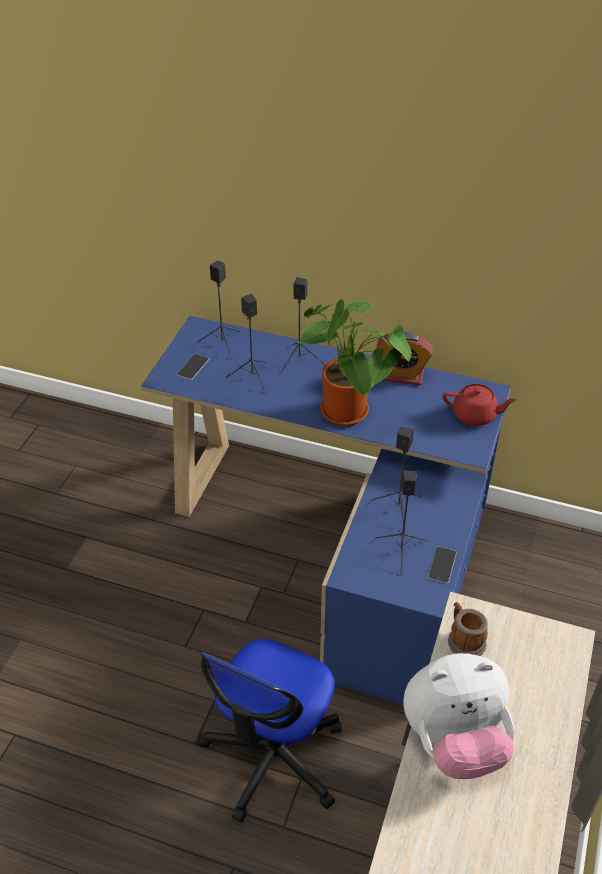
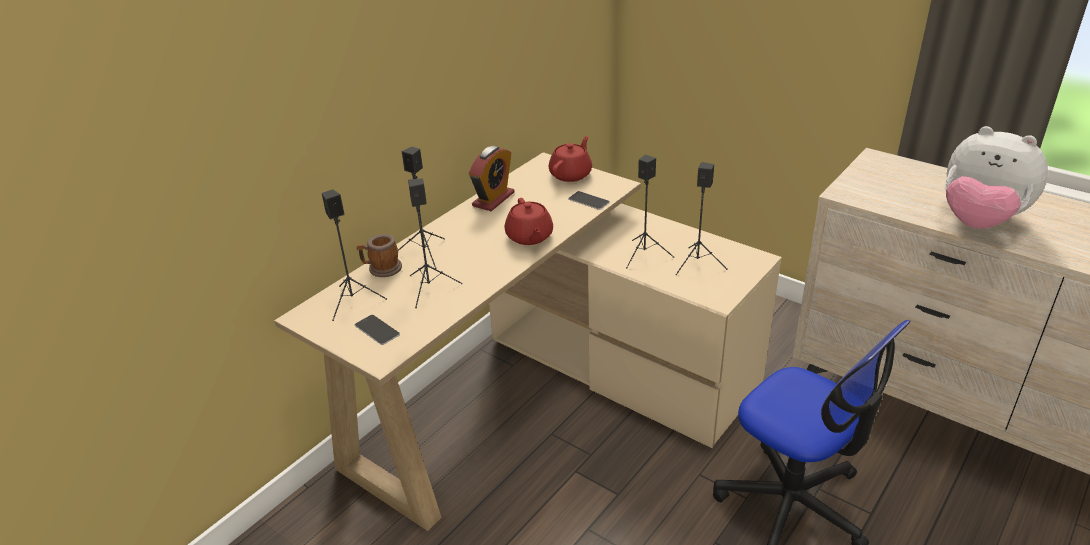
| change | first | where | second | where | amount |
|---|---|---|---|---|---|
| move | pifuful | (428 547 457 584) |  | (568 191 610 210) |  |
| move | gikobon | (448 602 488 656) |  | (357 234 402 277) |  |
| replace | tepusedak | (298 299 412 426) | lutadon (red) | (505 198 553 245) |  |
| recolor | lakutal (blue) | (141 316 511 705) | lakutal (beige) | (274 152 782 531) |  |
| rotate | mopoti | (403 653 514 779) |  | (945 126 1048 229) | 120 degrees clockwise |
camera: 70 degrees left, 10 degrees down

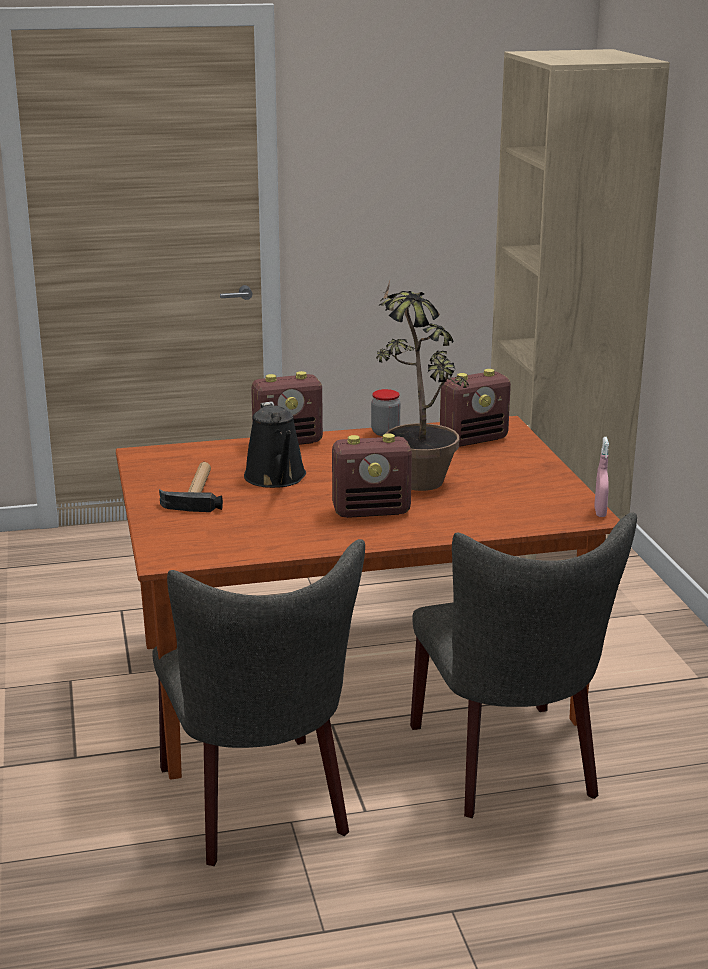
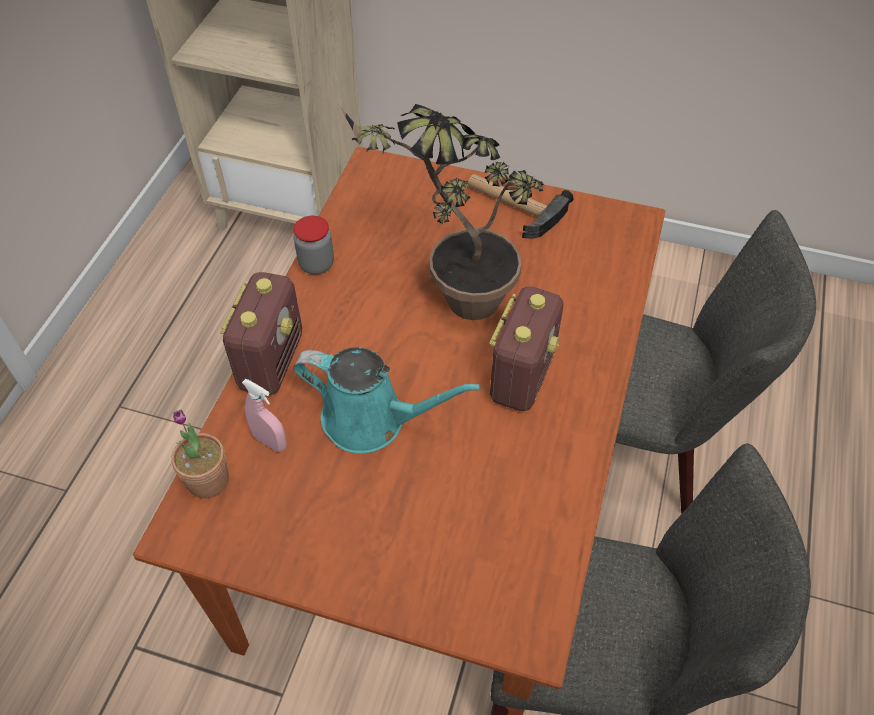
| change | first | where | second | where | amount |
|---|---|---|---|---|---|
| delete | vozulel | (440 369 511 447) |  |  |  |
| insert |  |  | tepusedak | (171 409 229 498) |  |
| move | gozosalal | (159 462 223 512) |  | (468 174 573 239) |  |
| move | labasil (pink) | (594 437 609 517) |  | (242 379 287 452) |  |
| recolor | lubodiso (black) | (244 401 306 488) | lubodiso (turquoise) | (293 347 481 454) |  |
camera: 60 degrees left, 30 degrees up

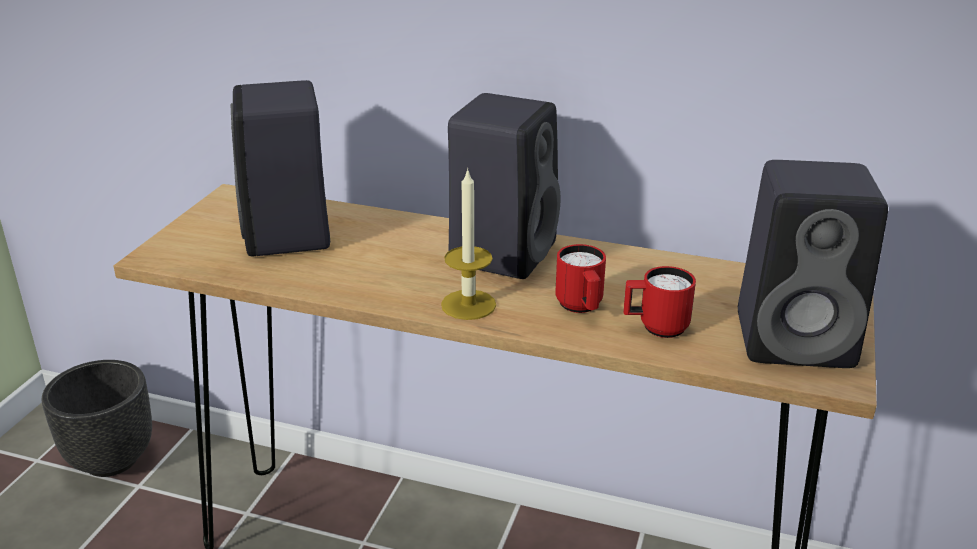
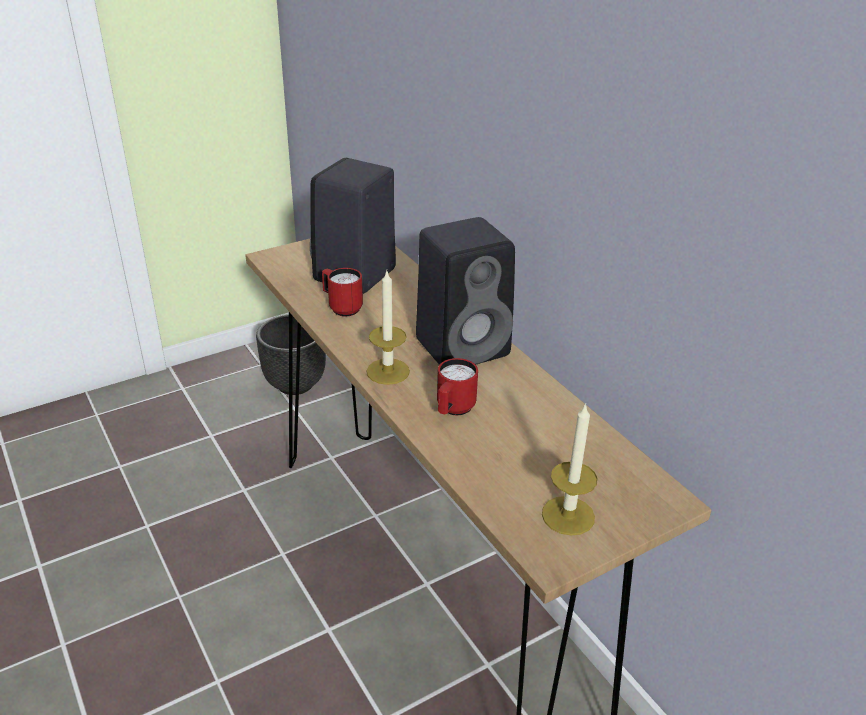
| change | first | where | second | where | amount |
|---|---|---|---|---|---|
| move | gikobon (red) | (624 266 696 338) |  | (322 268 363 316) |  |
| replace | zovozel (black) | (738 160 888 368) | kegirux | (542 403 598 536) |  |
camera: 40 degrees right, 5 degrees up

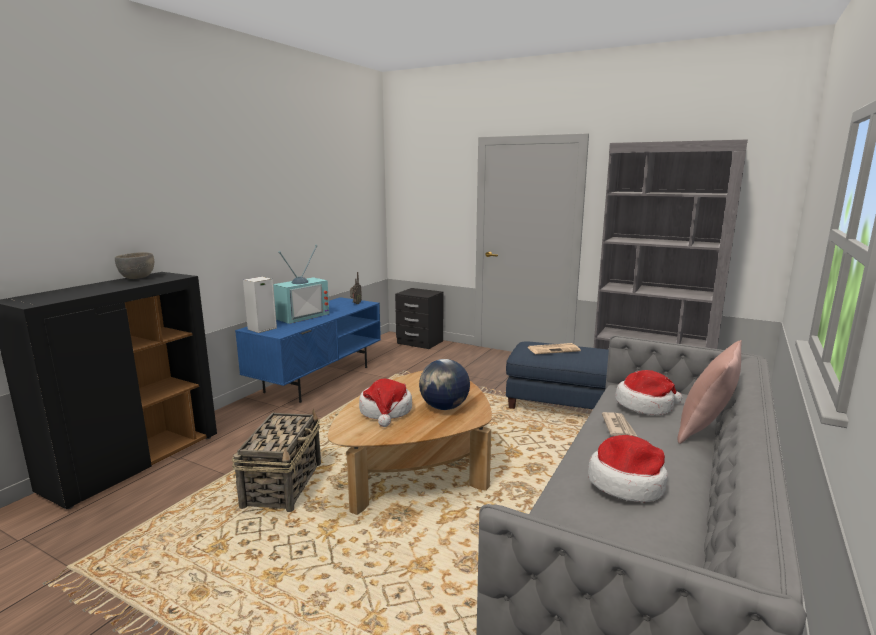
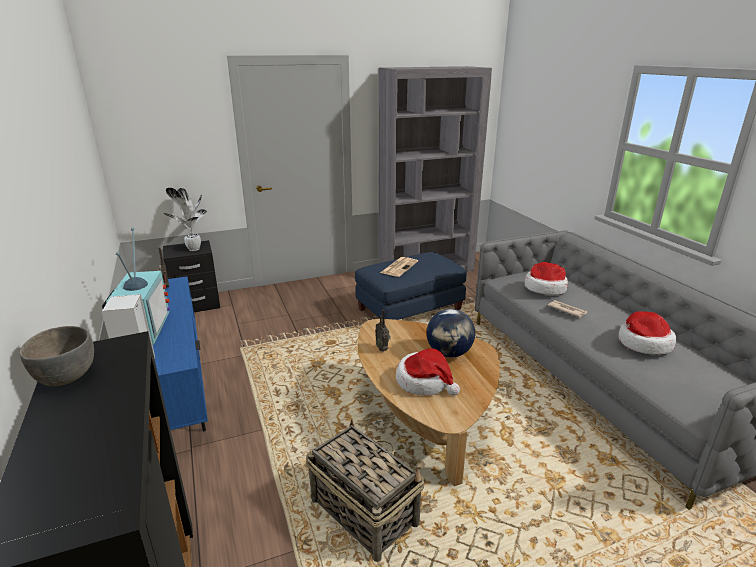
| change | first | where | second | where | amount |
|---|---|---|---|---|---|
| delete | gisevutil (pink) | (677 340 742 444) |  |  |  |
| insert |  |  | tepusedak | (164 188 207 251) |  |
| insert |  |  | vozulel | (375 310 391 351) |  |
camera: 50 degrees left, 10 degrees up

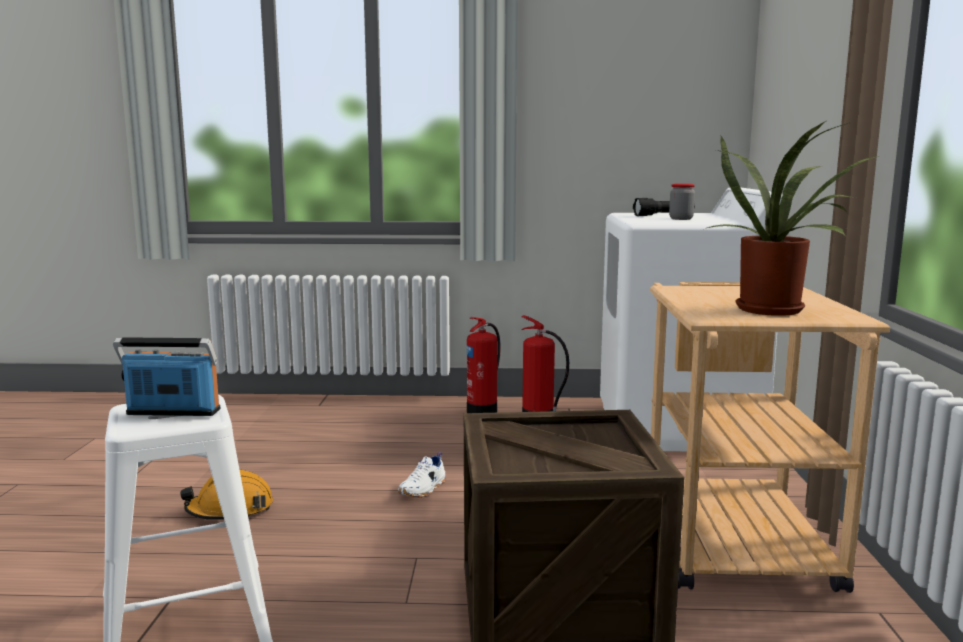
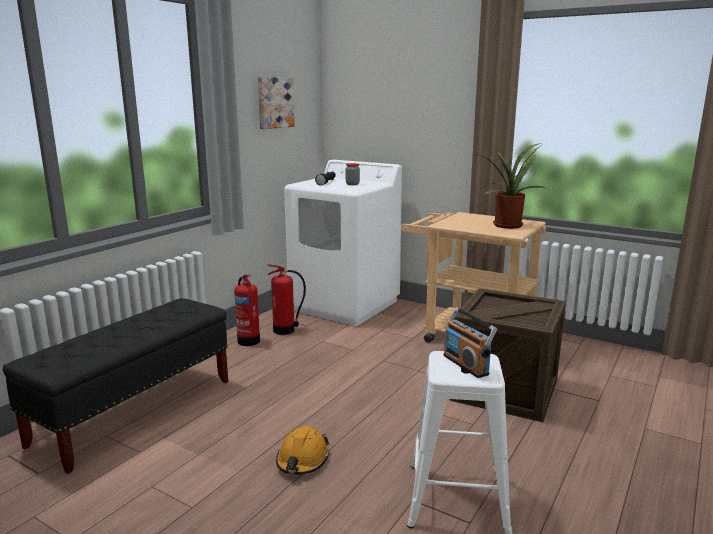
| change | first | where | second | where | amount |
|---|---|---|---|---|---|
| delete | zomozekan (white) | (398 452 446 498) |  |  |  |
| insert |  |  | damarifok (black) | (3 298 228 474) |  |
| insert |  |  | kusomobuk | (257 77 295 129) |  |
| rotate | vozulel | (113 338 220 416) |  | (443 307 497 378) | 60 degrees counterclockwise |
camera: 60 degrees left, 5 degrees up

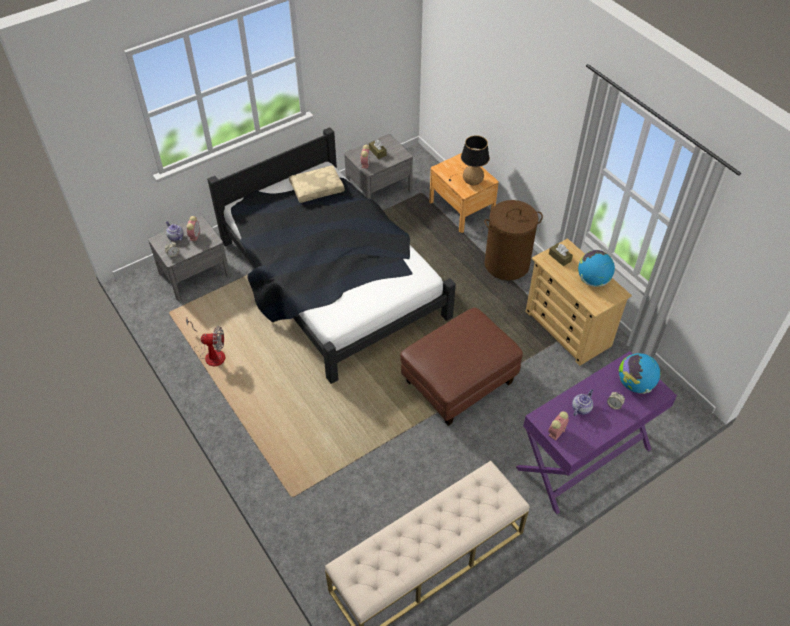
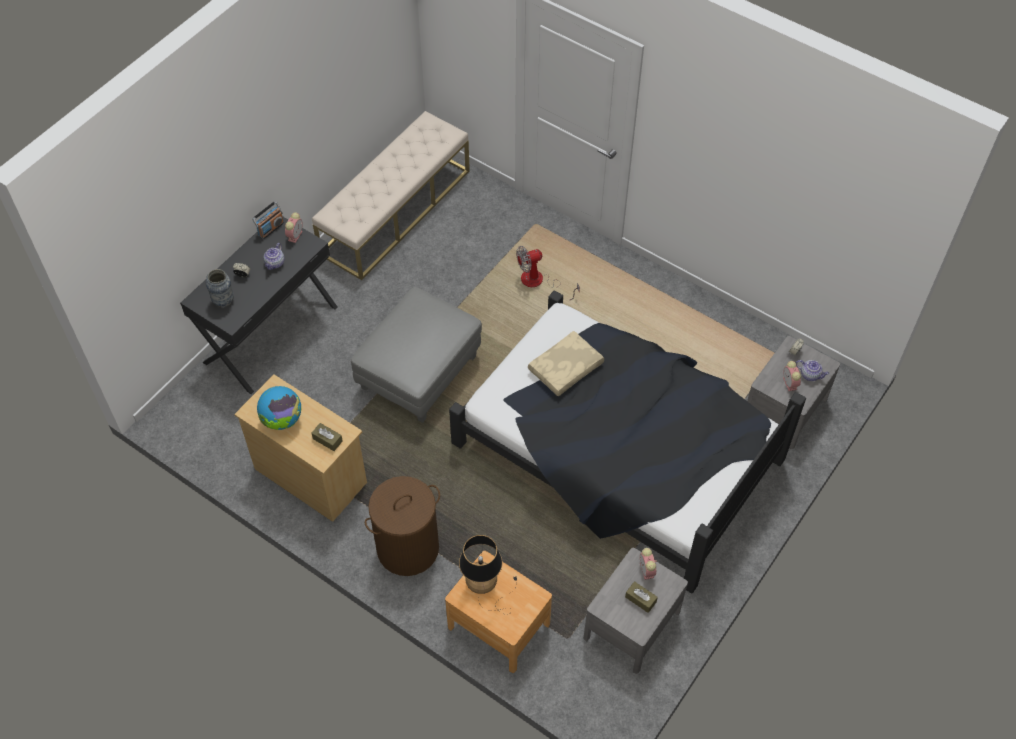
| change | first | where | second | where | amount |
|---|---|---|---|---|---|
| insert |  |  | vozulel | (252 201 284 239) |  |
| move | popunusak | (186 318 225 366) |  | (516 246 580 300) |  |
| move | gisevutil (beige) | (289 165 345 203) |  | (528 331 604 396) |  |
| replace | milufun | (619 353 660 394) | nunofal | (206 269 234 307) |  |
| recolor | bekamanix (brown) | (400 307 523 426) | bekamanix (grey) | (351 287 482 423) |  |
| recolor | lakutal (purple) | (516 351 677 514) | lakutal (black) | (180 216 337 394) |  |
camera: 160 degrees right, 5 degrees up

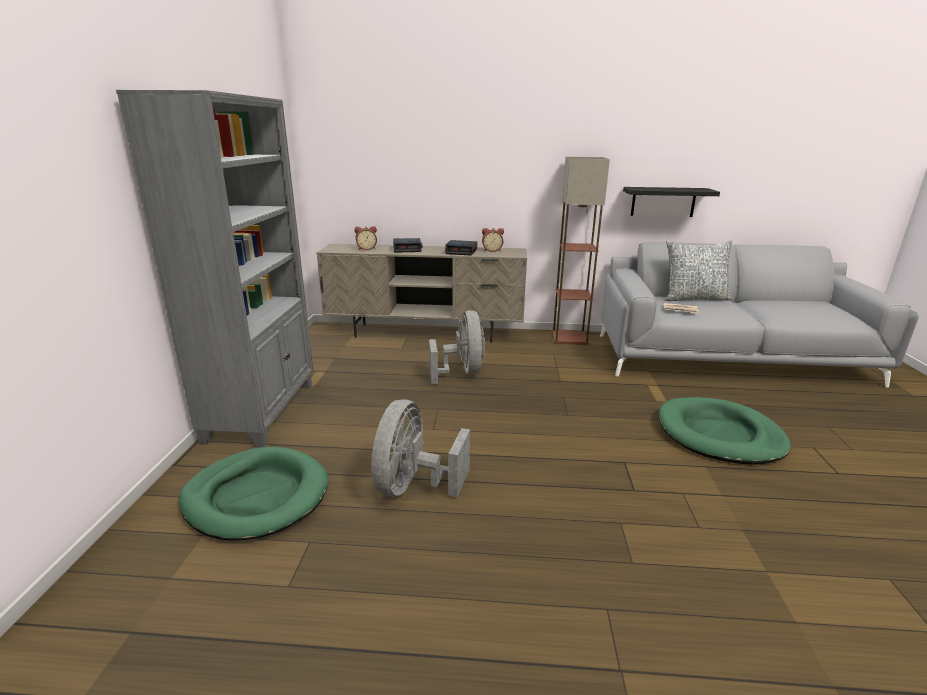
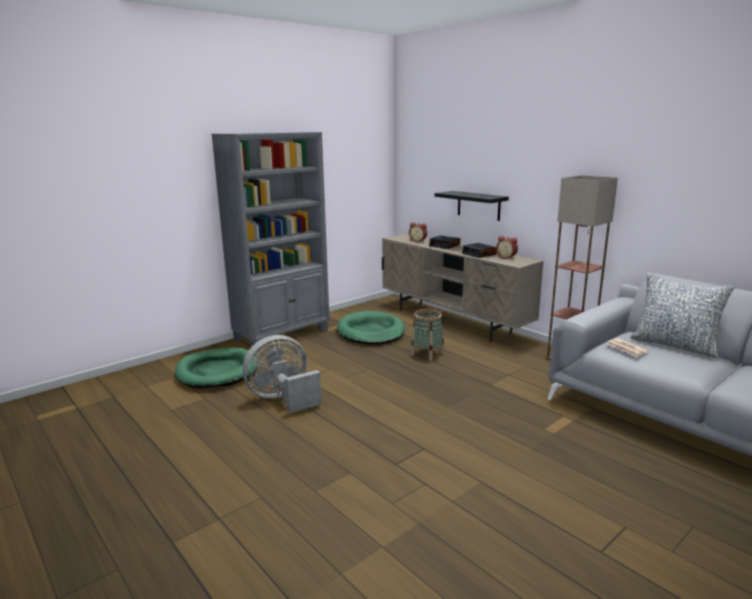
| change | first | where | second | where | amount |
|---|---|---|---|---|---|
| move | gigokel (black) | (623 187 720 217) |  | (434 191 509 221) |  |
| move | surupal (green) | (659 397 791 464) |  | (337 311 405 345) |  |
| replace | popunusak (grey) | (429 310 485 384) | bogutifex | (411 309 444 361) |  |
camera: 45 degrees right, 5 degrees down

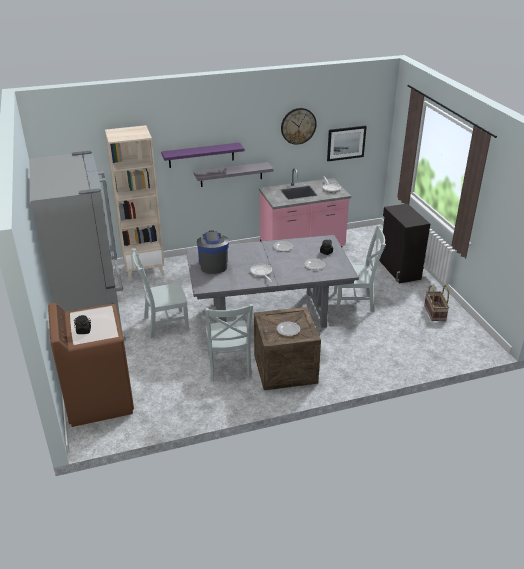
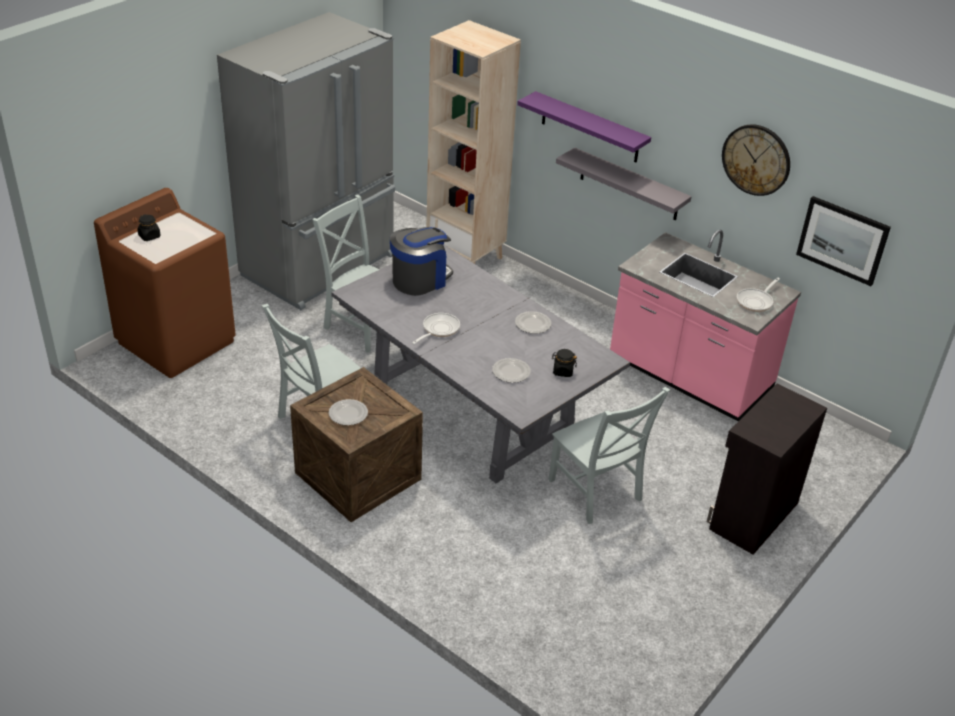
| change | first | where | second | where | amount |
|---|---|---|---|---|---|
| delete | bogutifex | (424 285 449 321) |  |  |  |
camera: 55 degrees right, 5 degrees up

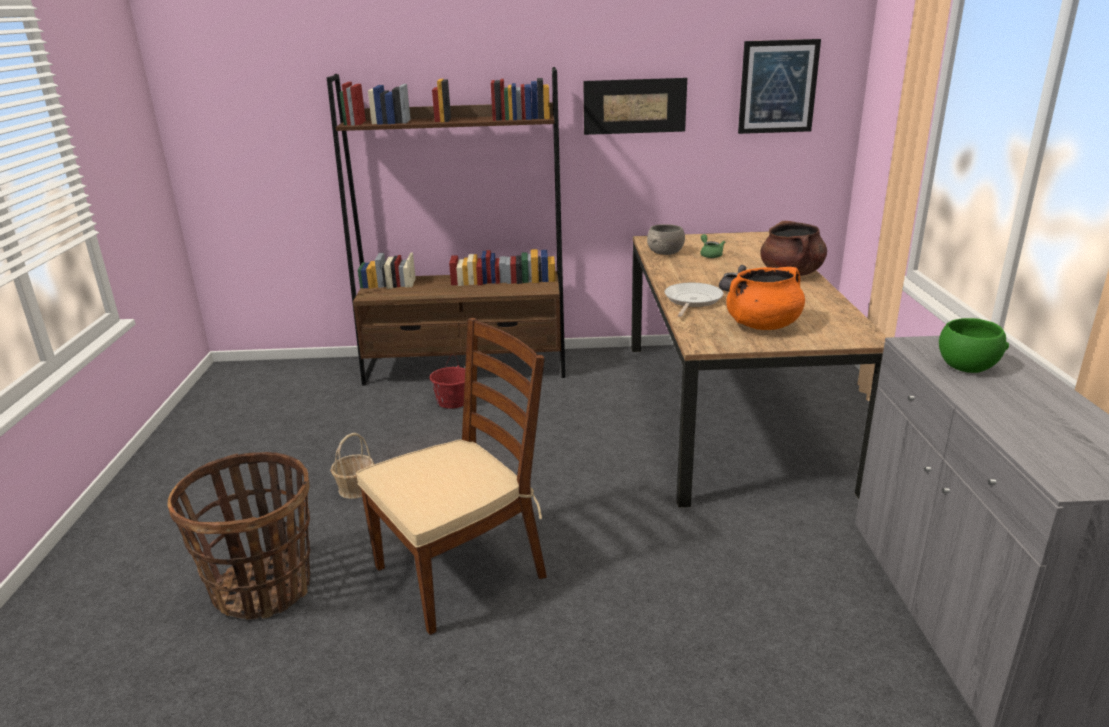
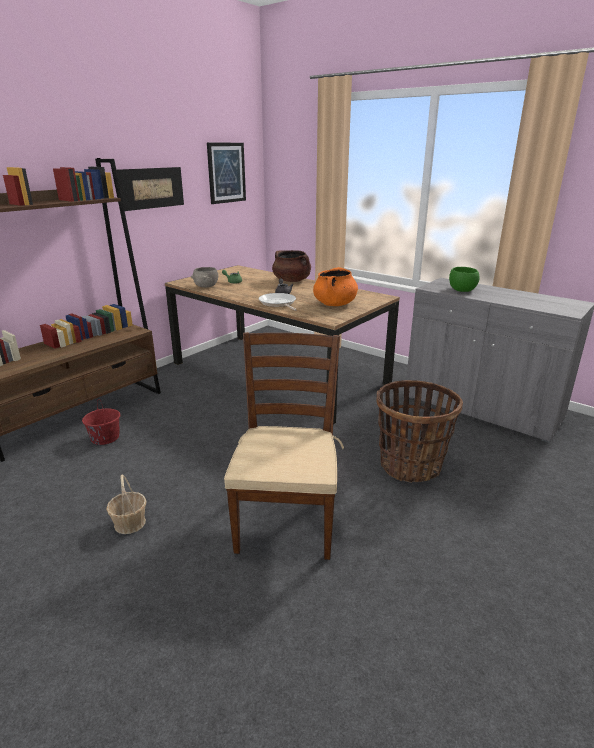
| change | first | where | second | where | amount |
|---|---|---|---|---|---|
| move | bogutifex | (168 452 310 620) |  | (376 380 463 483) |  |
camera: 50 degrees left, 0 degrees up

